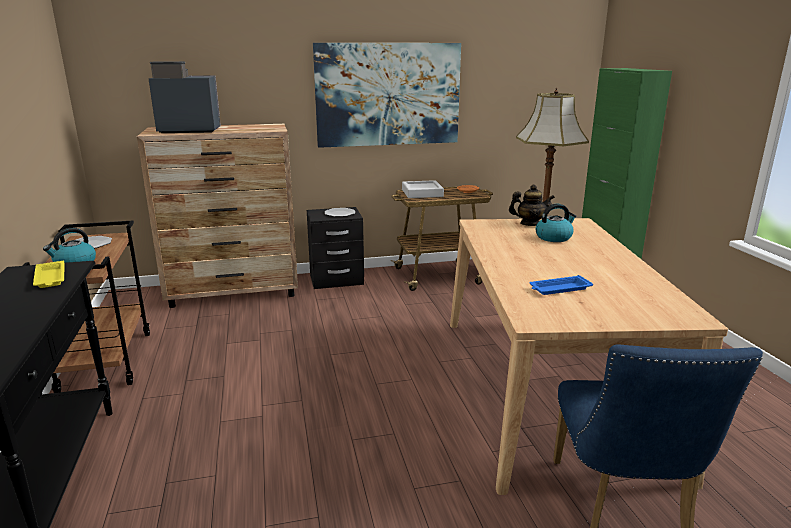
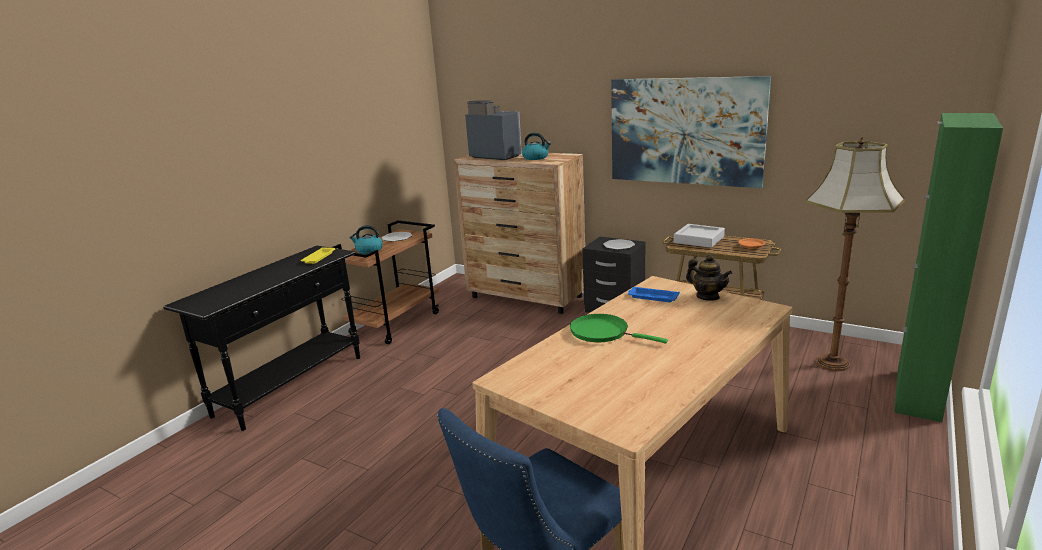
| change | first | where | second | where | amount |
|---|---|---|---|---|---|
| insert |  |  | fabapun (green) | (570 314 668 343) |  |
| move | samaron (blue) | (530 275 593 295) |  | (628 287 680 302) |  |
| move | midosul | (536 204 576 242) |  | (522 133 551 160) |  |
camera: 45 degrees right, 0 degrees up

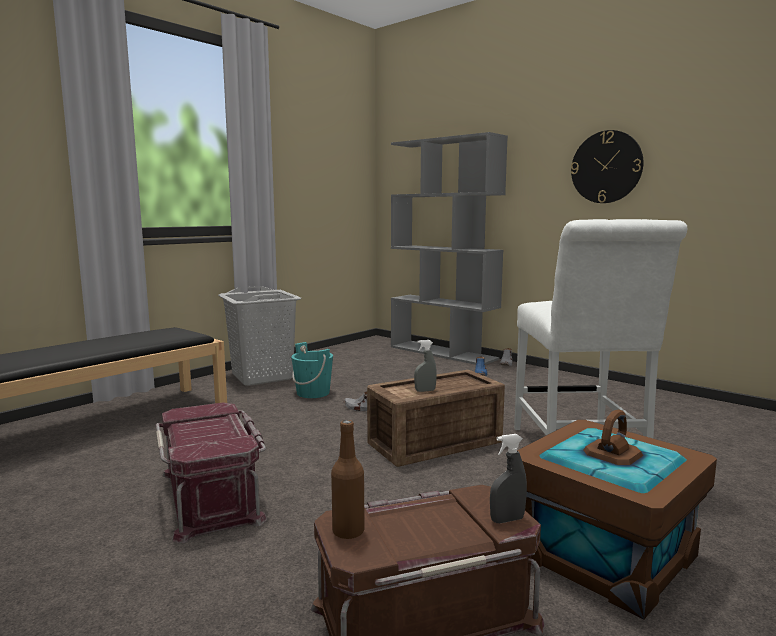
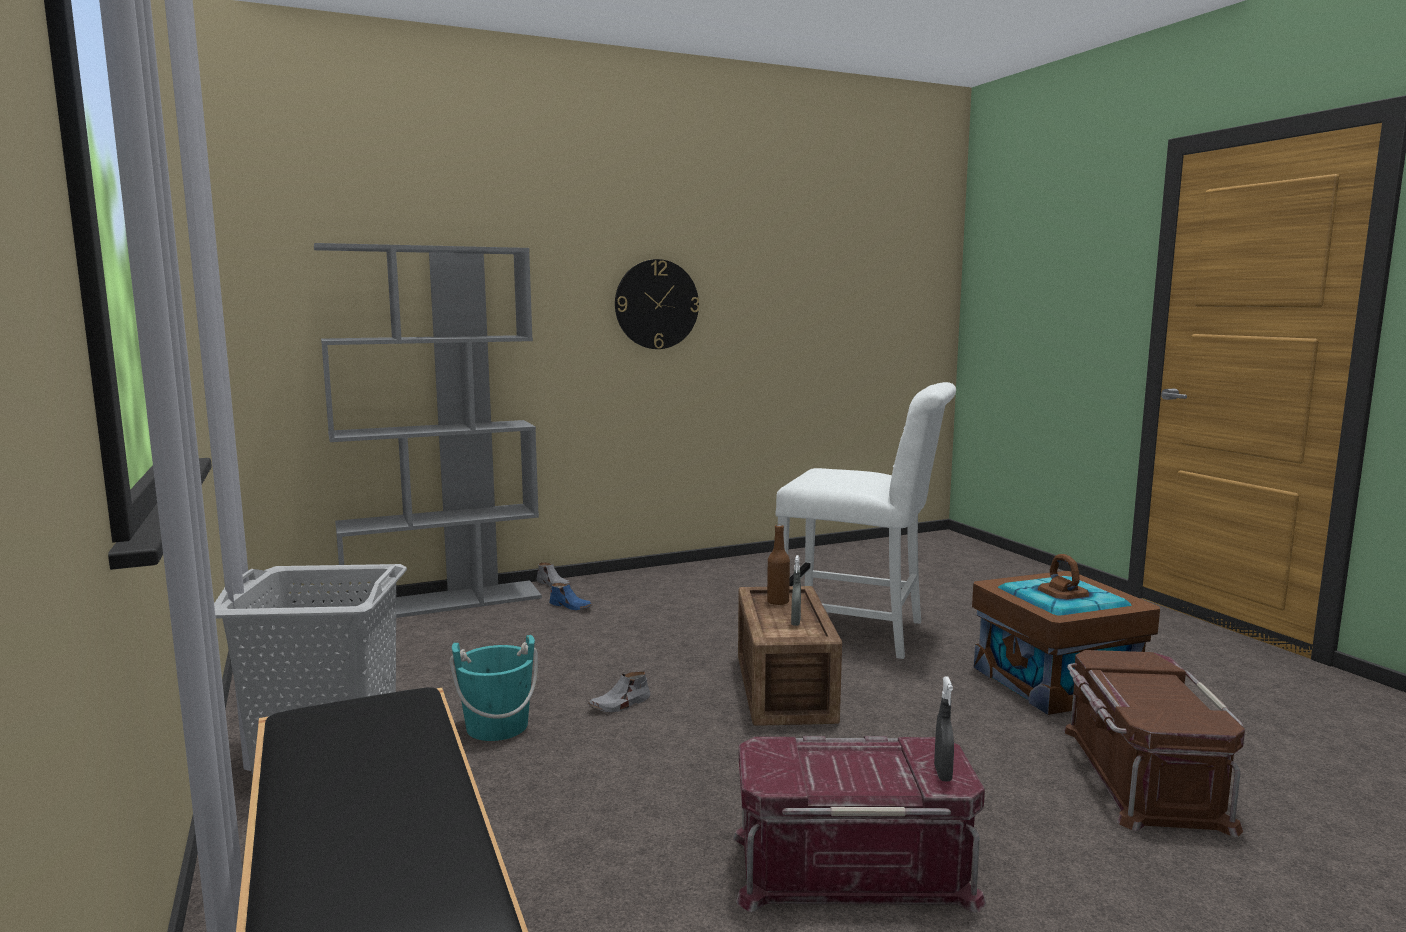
| change | first | where | second | where | amount |
|---|---|---|---|---|---|
| move | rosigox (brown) | (331 420 365 539) |  | (767 524 790 605) |  |
| move | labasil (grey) | (490 434 527 523) |  | (934 676 954 781) |  |
camera: 65 degrees left, 0 degrees up

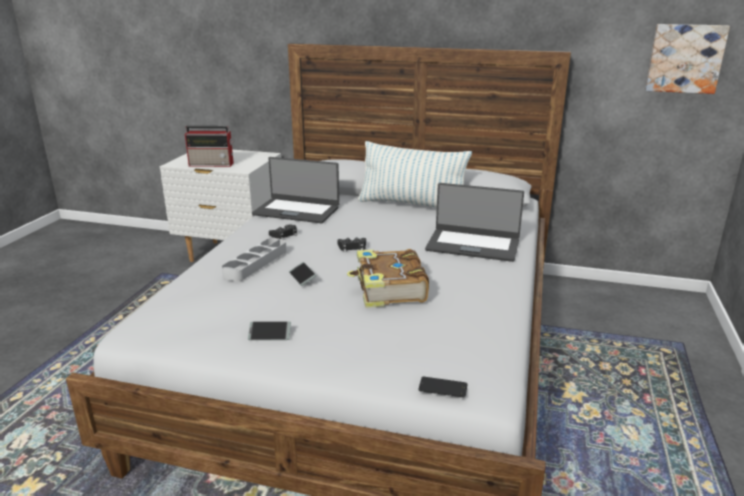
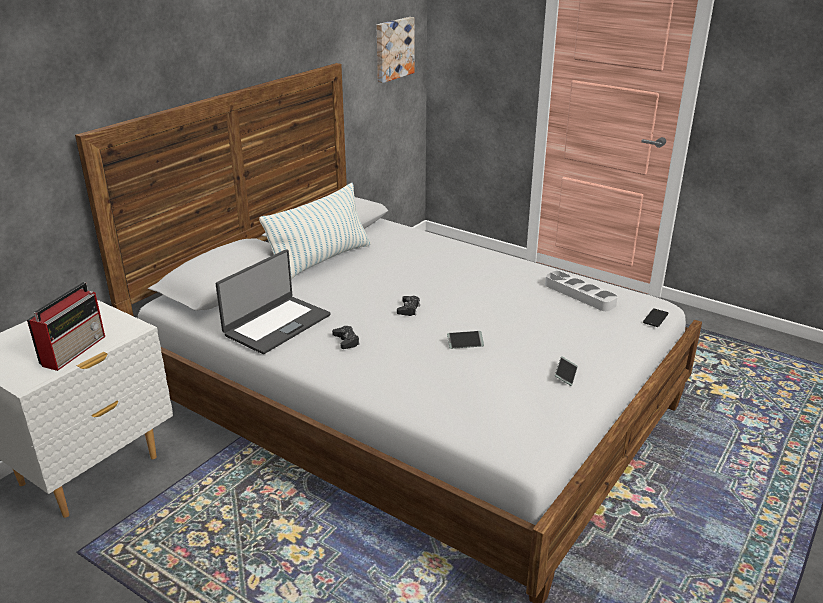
| change | first | where | second | where | amount |
|---|---|---|---|---|---|
| delete | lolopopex | (347 249 429 308) |  |  |  |
| delete | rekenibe | (425 183 524 262) |  |  |  |
| move | samaron (grey) | (222 238 287 281) |  | (545 271 618 311) |  |
camera: 70 degrees left, 5 degrees up

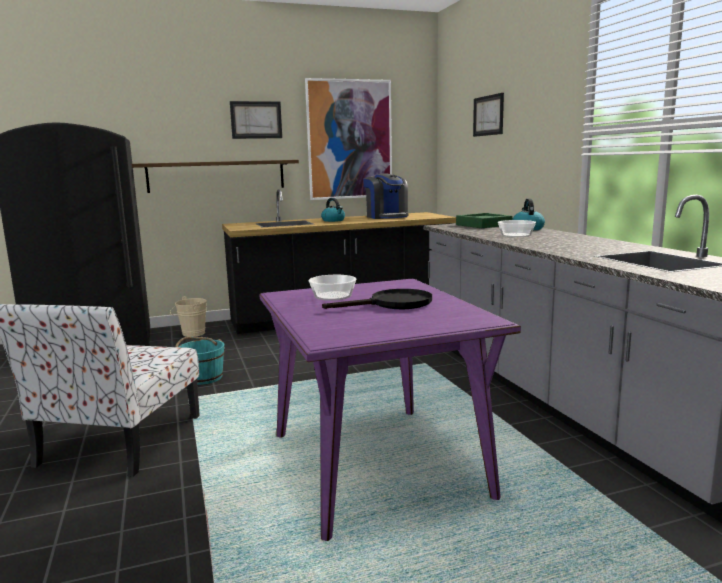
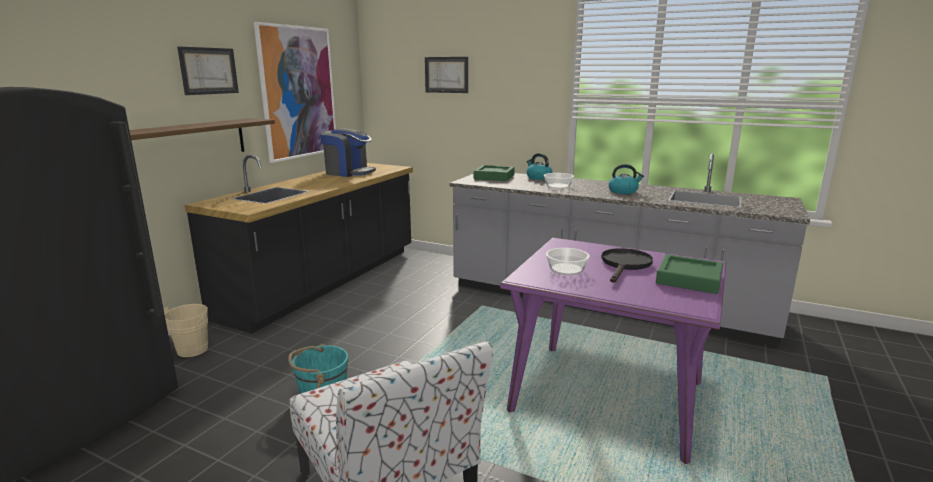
| change | first | where | second | where | amount |
|---|---|---|---|---|---|
| insert |  |  | samaron (green) | (656 254 723 294) |  |
| move | midosul | (321 198 345 222) |  | (609 164 644 194) |  |
camera: 45 degrees left, 5 degrees up

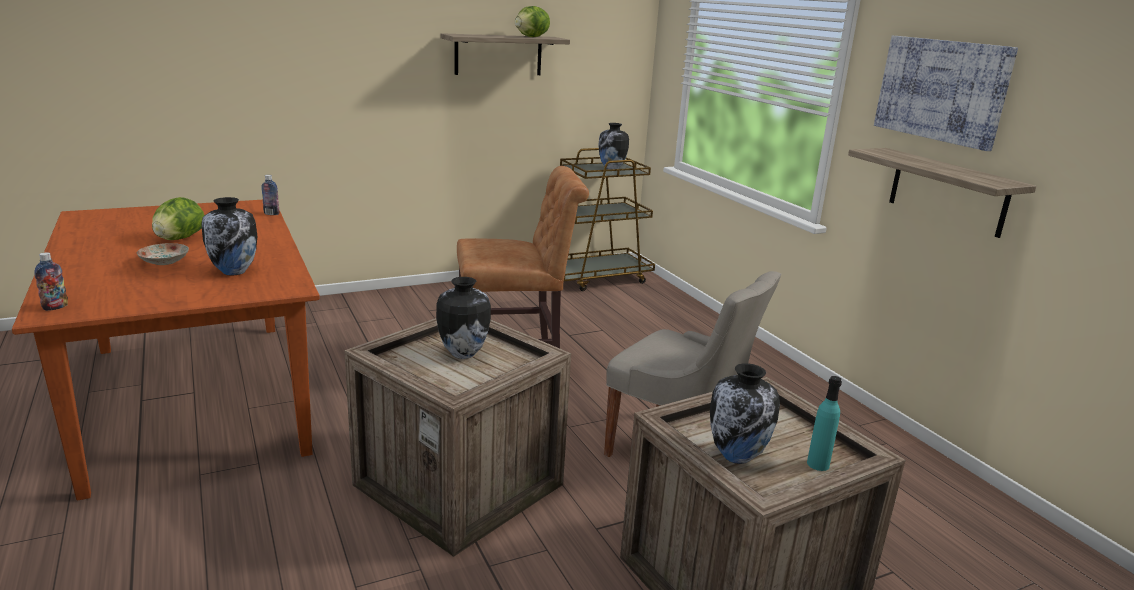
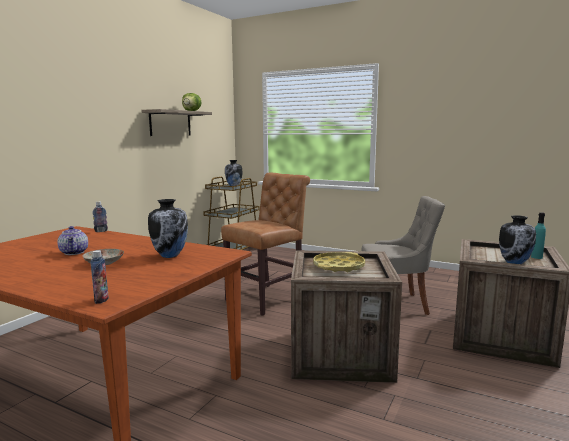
| change | first | where | second | where | amount |
|---|---|---|---|---|---|
| delete | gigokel | (848 148 1036 238) |  |  |  |
| delete | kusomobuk | (874 36 1018 151) |  |  |  |
| replace | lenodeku | (152 197 205 240) | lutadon | (58 226 88 255) |  |
| replace | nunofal | (436 277 491 359) | samaron (yellow) | (313 252 365 272) |  |
camera: 35 degrees left, 10 degrees down

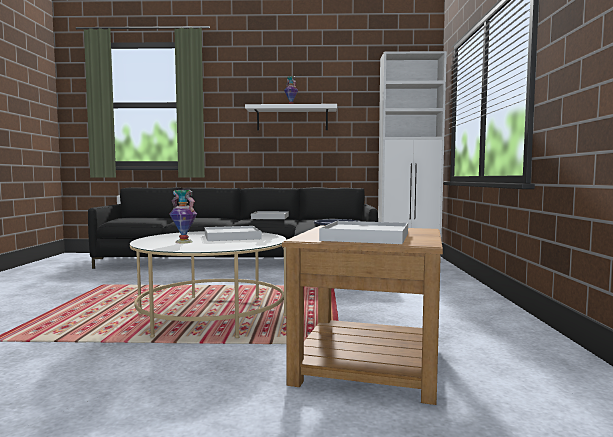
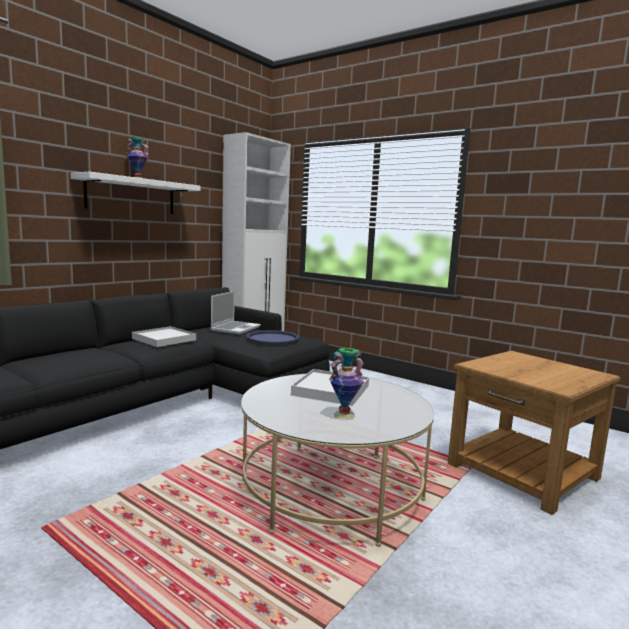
| change | first | where | second | where | amount |
|---|---|---|---|---|---|
| delete | samaron (white) | (319 221 408 244) |  |  |  |
| insert |  |  | rekenibe | (211 291 261 335) |  |
camera: 55 degrees left, 5 degrees up

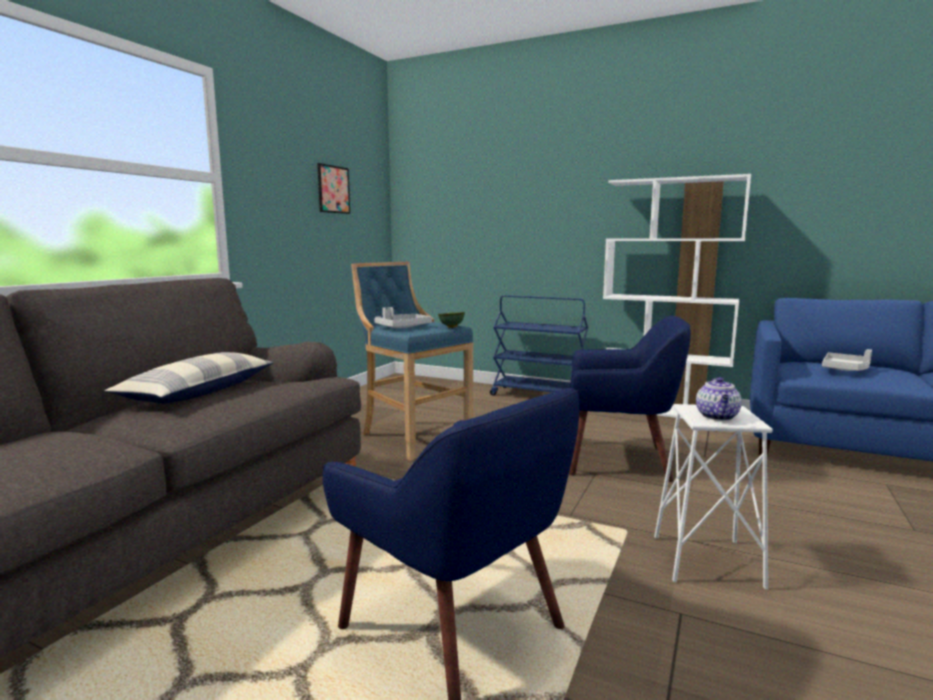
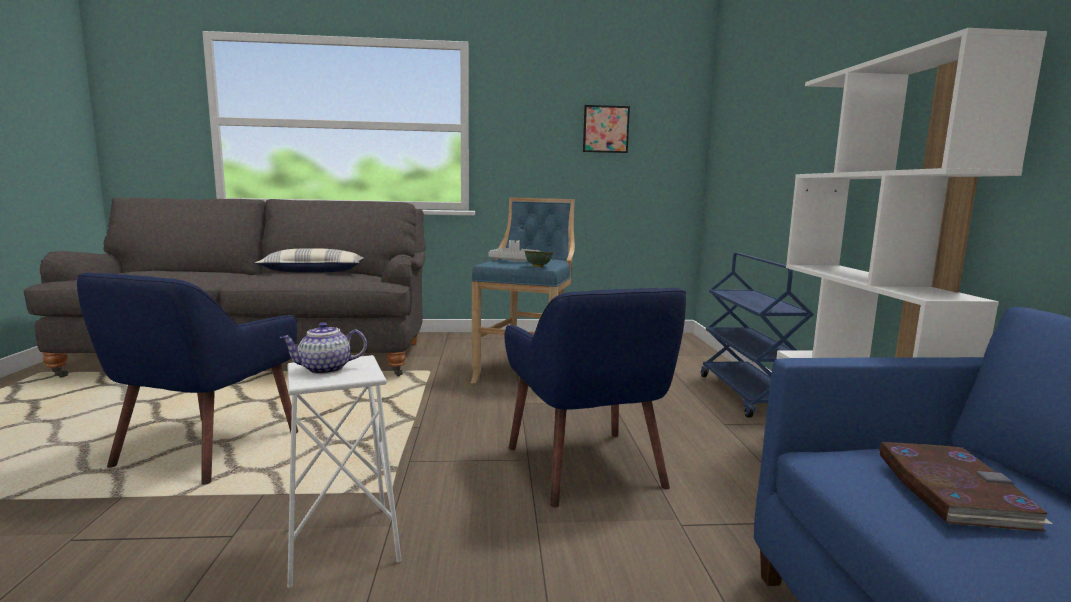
| change | first | where | second | where | amount |
|---|---|---|---|---|---|
| replace | samaron (grey) | (822 349 872 371) | lolopopex | (879 442 1053 531) |  |
camera: 60 degrees right, 0 degrees up

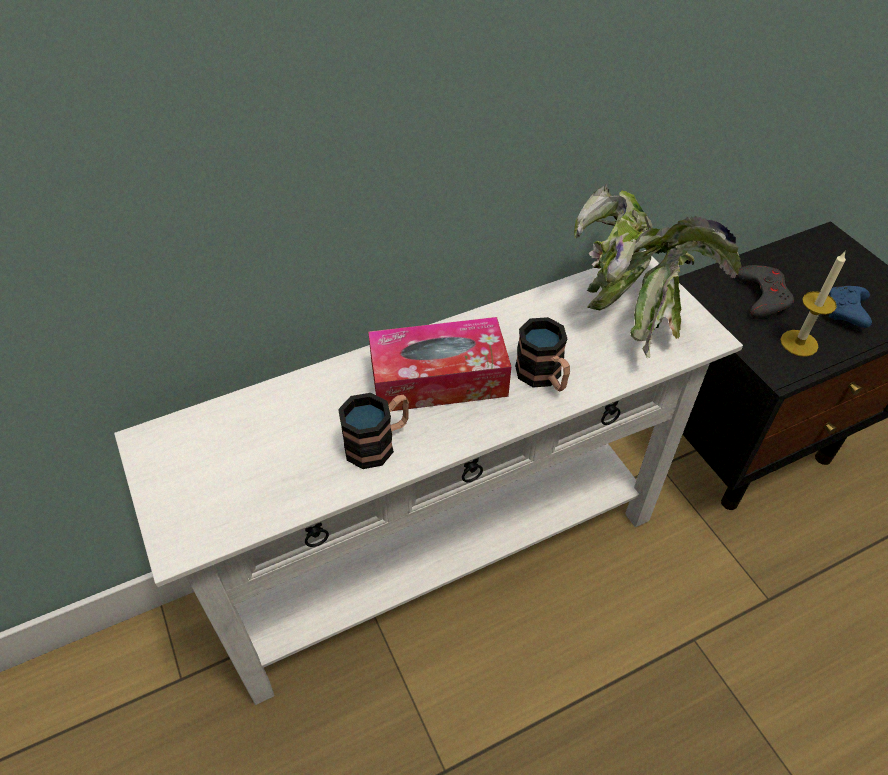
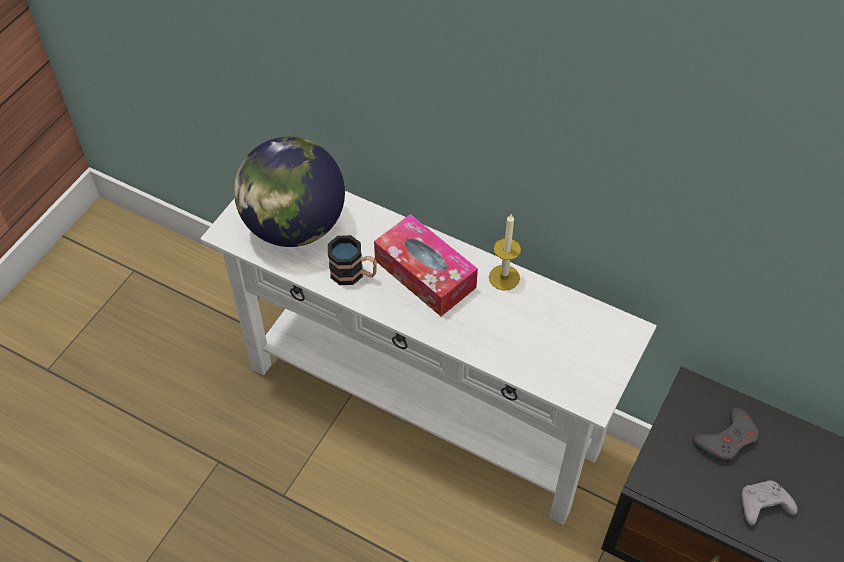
| change | first | where | second | where | amount |
|---|---|---|---|---|---|
| delete | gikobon | (515 317 570 391) |  |  |  |
| delete | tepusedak | (574 184 742 358) |  |  |  |
| insert |  |  | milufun | (234 137 345 247) |  |
| move | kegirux | (780 252 846 357) |  | (489 213 521 290) |  |
| recolor | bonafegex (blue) | (829 286 872 328) | bonafegex (grey) | (741 480 797 525) |  |
camera: 55 degrees right, 5 degrees up

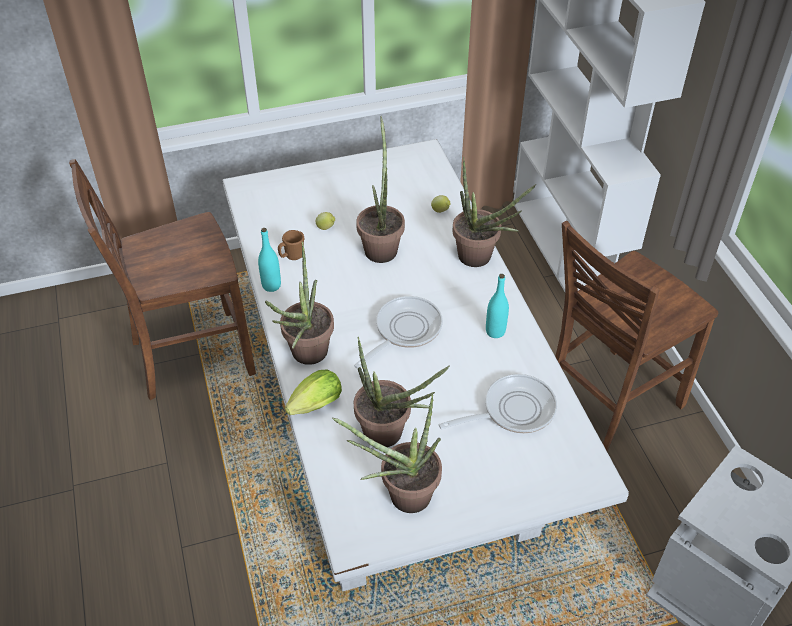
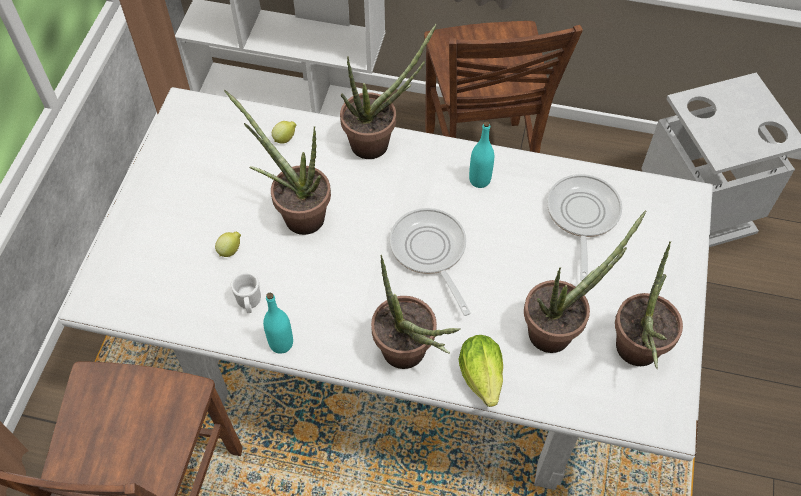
| change | first | where | second | where | amount |
|---|---|---|---|---|---|
| recolor | gikobon (brown) | (278 230 305 260) | gikobon (white) | (231 272 261 313) |  |
camera: 60 degrees left, 10 degrees up

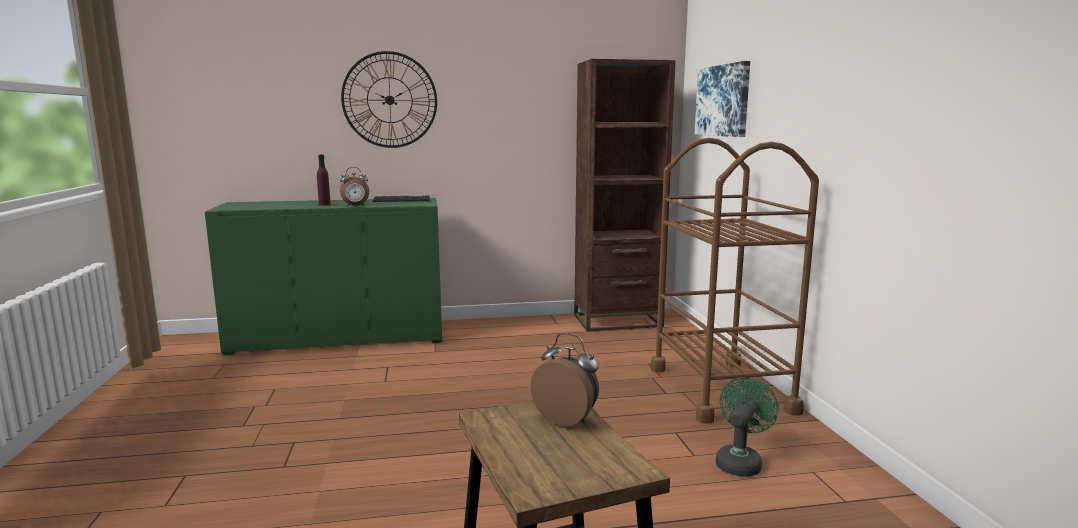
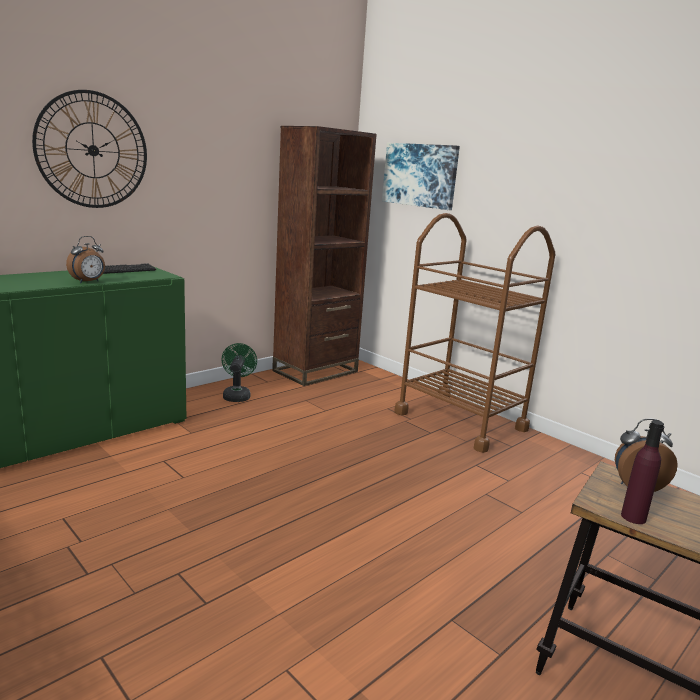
| change | first | where | second | where | amount |
|---|---|---|---|---|---|
| move | rosigox (purple) | (317 155 331 206) |  | (621 420 664 524) |  |
| move | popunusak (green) | (716 377 778 477) |  | (221 343 257 402) |  |
camera: 35 degrees left, 5 degrees up

